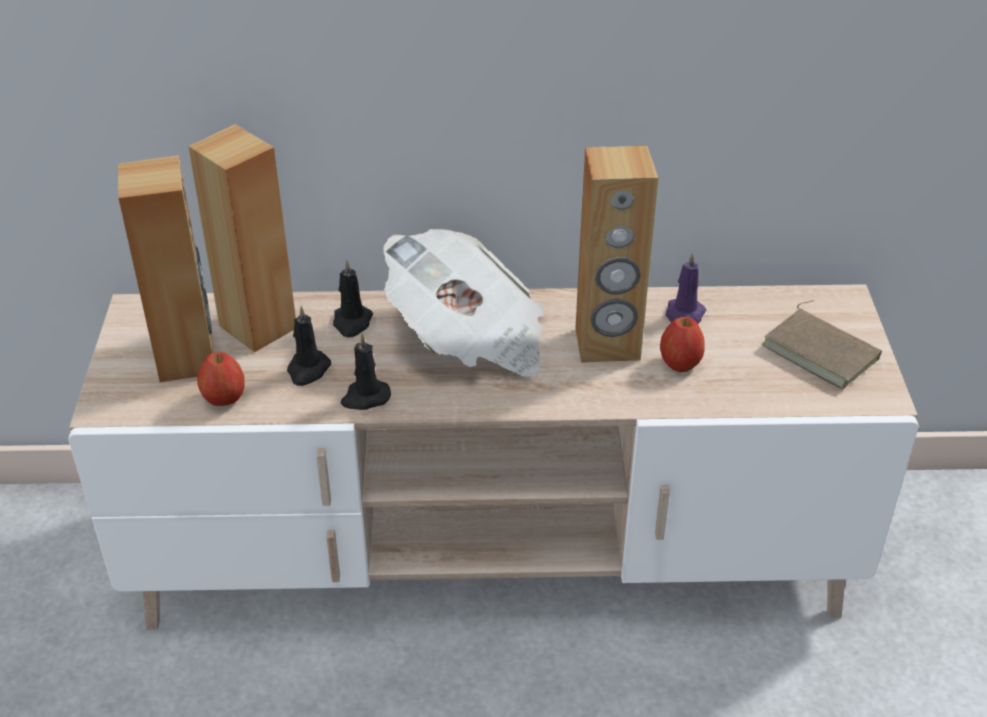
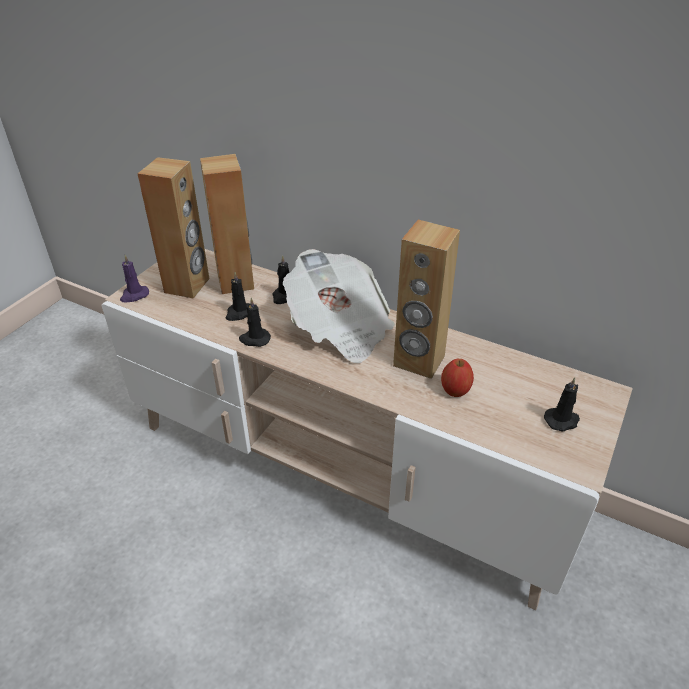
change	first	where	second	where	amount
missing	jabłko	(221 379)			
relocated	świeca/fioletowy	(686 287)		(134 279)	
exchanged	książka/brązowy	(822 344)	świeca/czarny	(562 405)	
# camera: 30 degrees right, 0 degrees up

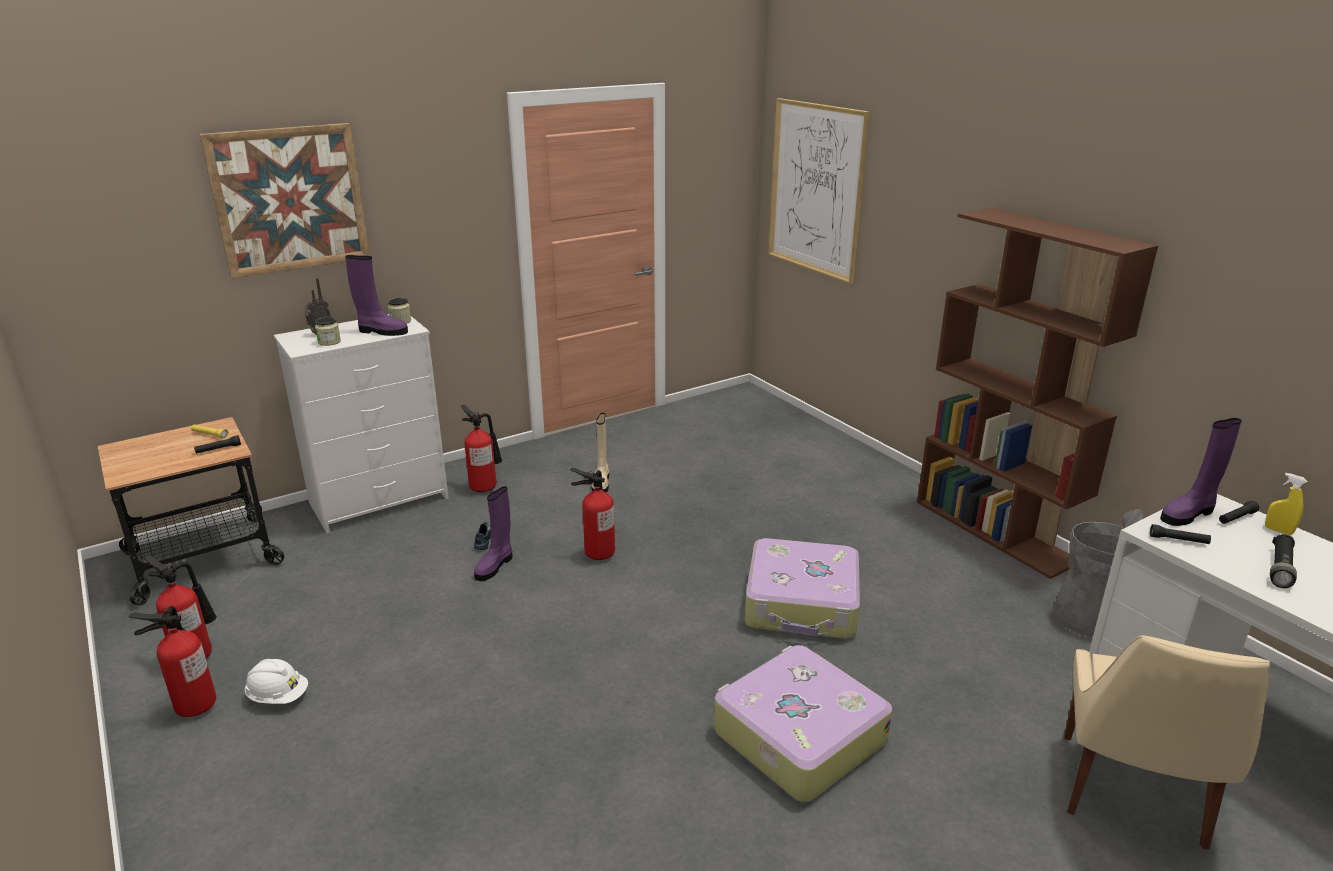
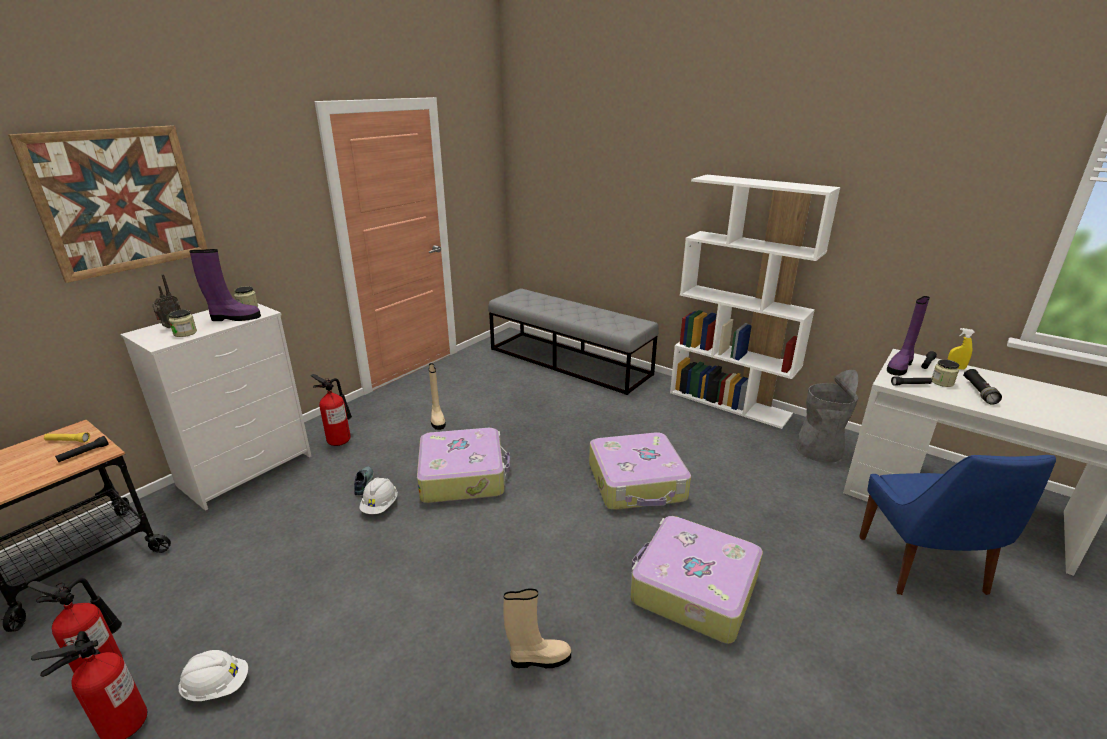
change	first	where	second	where	amount
exchanged	but z cholewką/fioletowy	(493 533)	kask/biały	(378 495)	
exchanged	gaśnica	(592 514)	walizka	(463 465)	
missing	obraz	(819 190)			
colour	regał/brązowy	(1037 393)	regał/biały	(755 302)	
colour	krzesło/beżowy	(1167 742)	krzesło/niebieski	(957 525)	
appeared			ławka/szary	(573 341)	
appeared			but z cholewką/beżowy	(537 628)	
appeared			słoik	(945 373)	
# camera: 20 degrees left, 0 degrees up

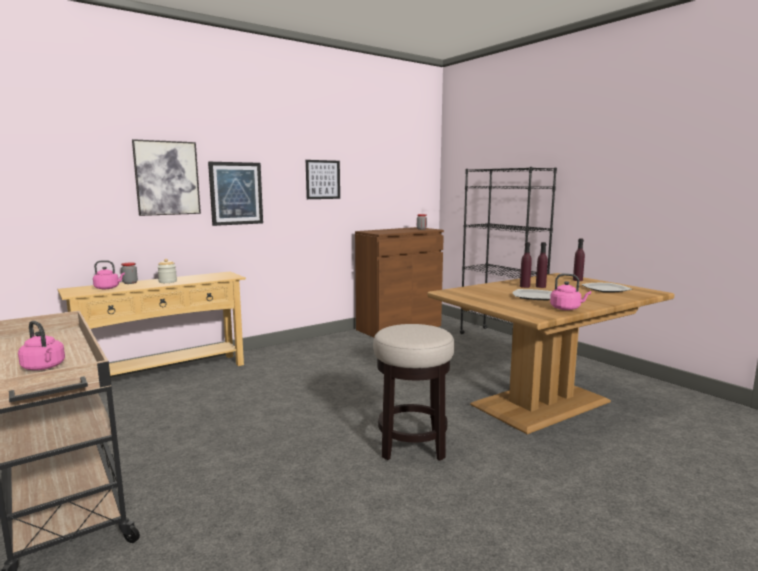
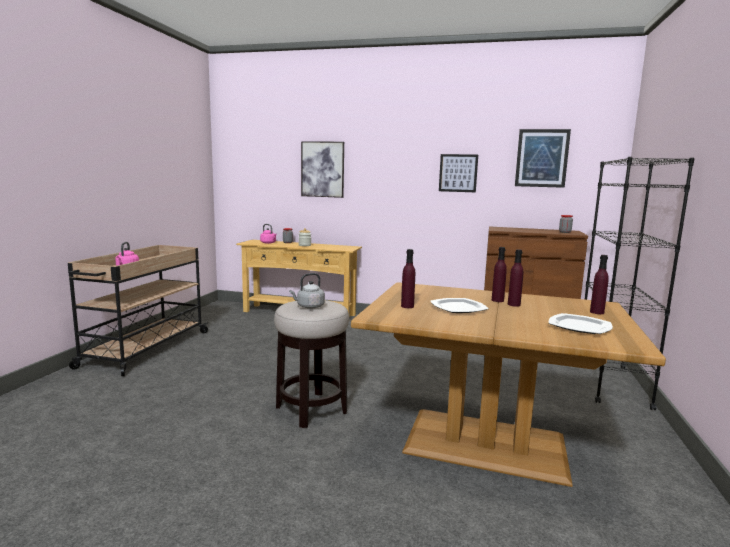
change	first	where	second	where	amount
relocated	obraz	(235 194)		(543 158)	
missing	czajnik/różowy	(570 291)			
appeared			czajnik/szary	(307 291)	
appeared			butelka/fioletowy	(408 278)	
# camera: 50 degrees right, 0 degrees up

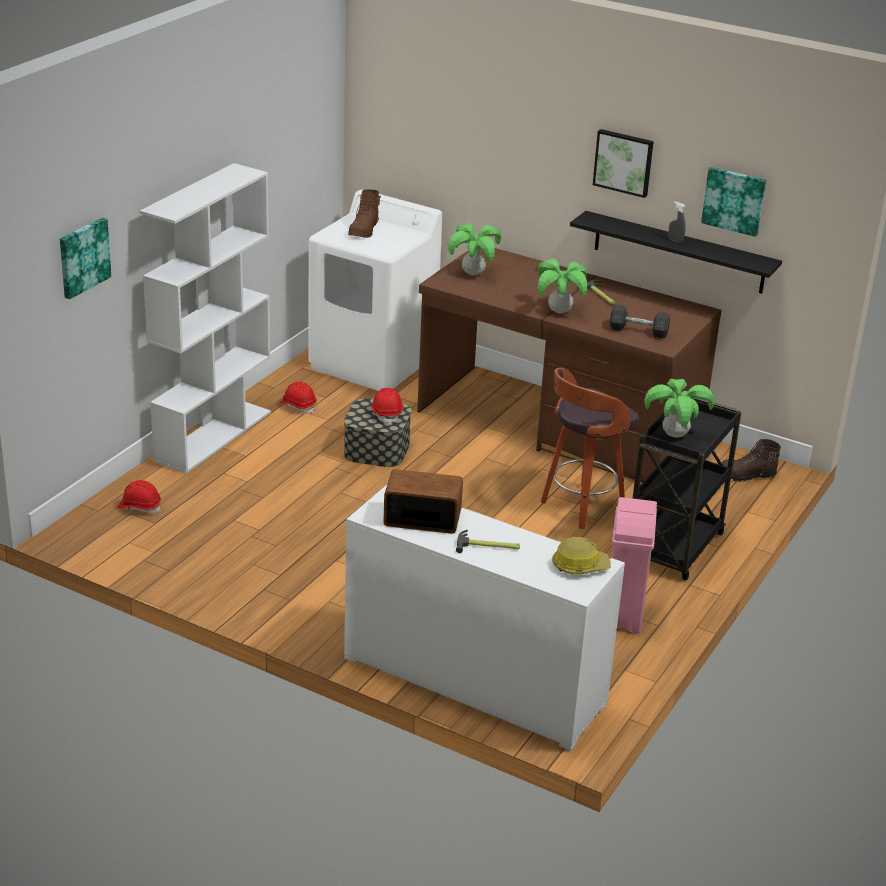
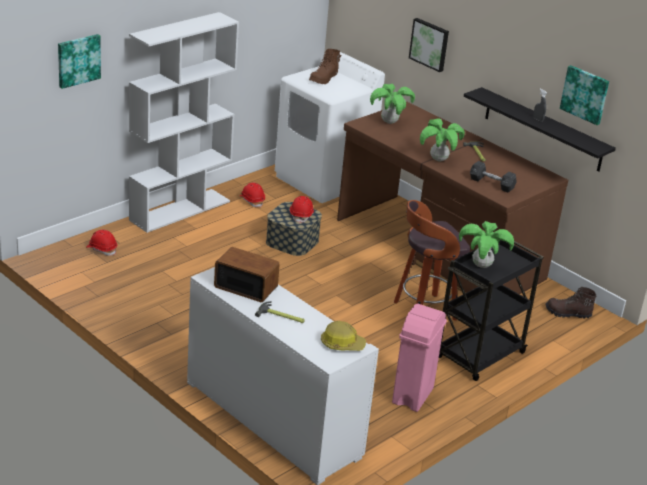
change	first	where	second	where	amount
relocated	obraz	(623 163)		(429 45)	
# camera: 15 degrees right, 0 degrees up

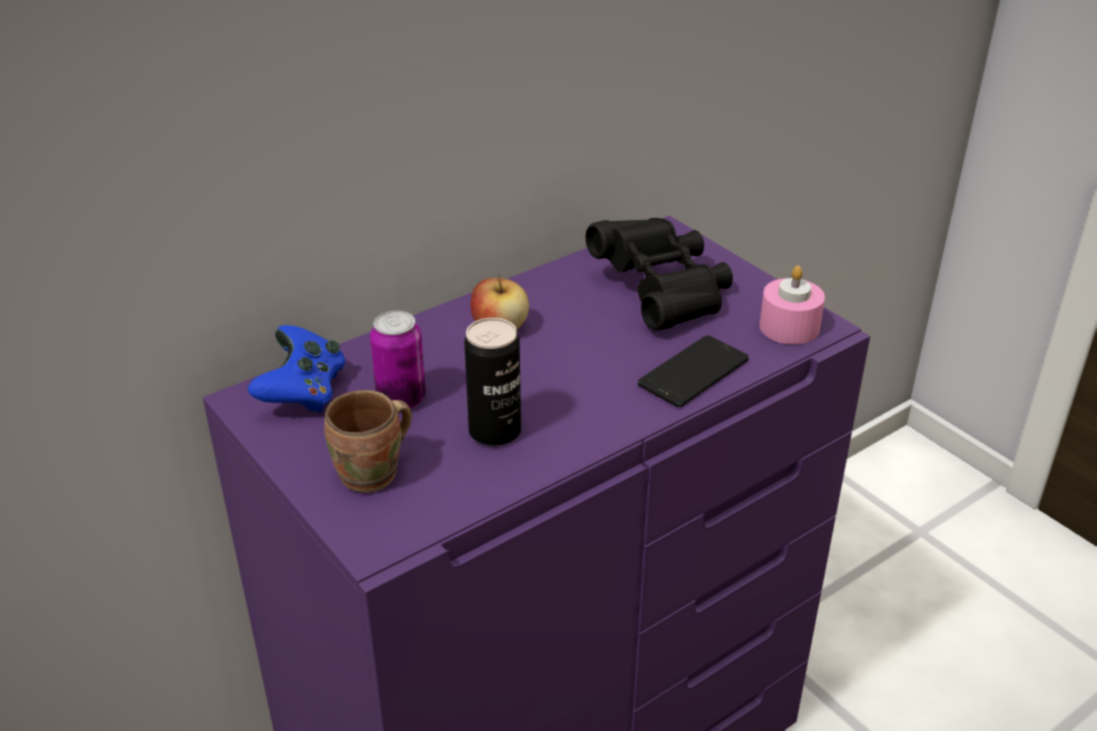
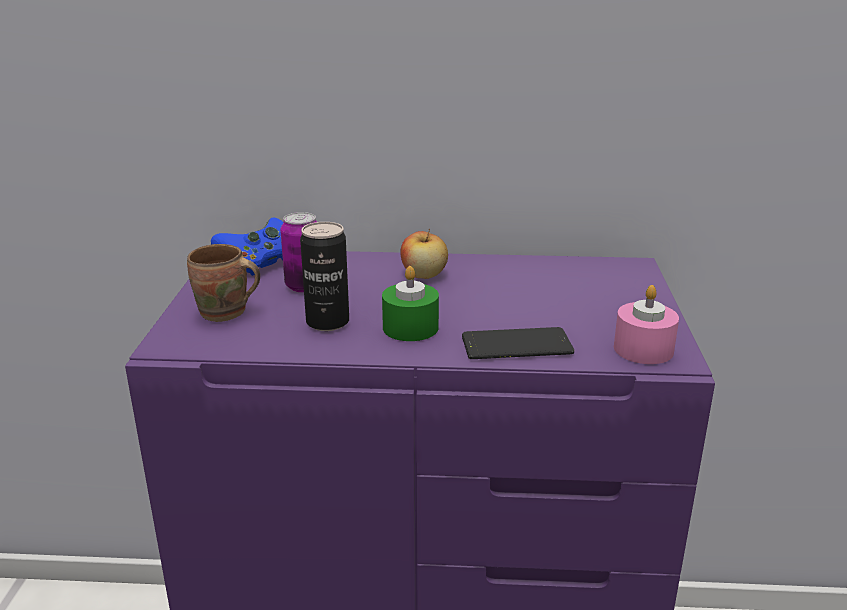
change	first	where	second	where	amount
missing	lornetka/czarny	(659 274)			
appeared			świeca/zielony	(410 303)	
# camera: 40 degrees right, 10 degrees down

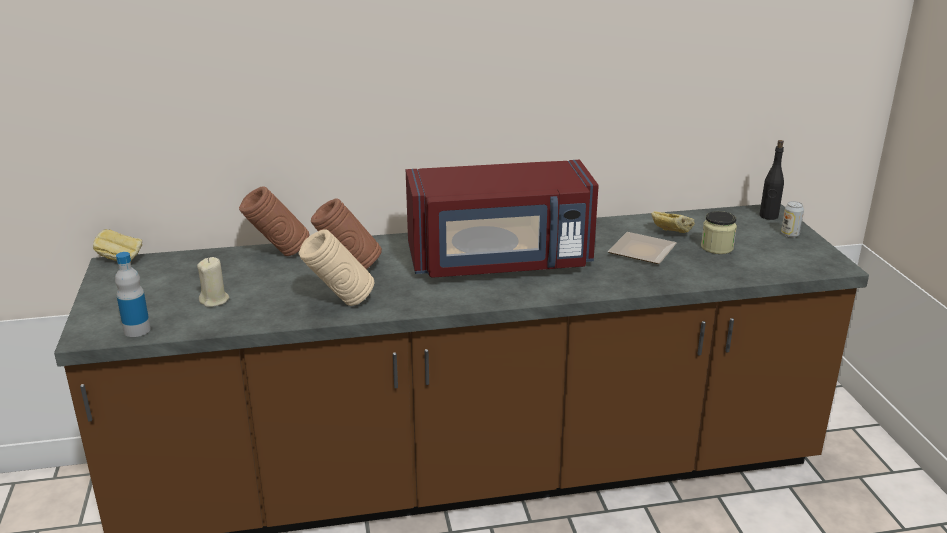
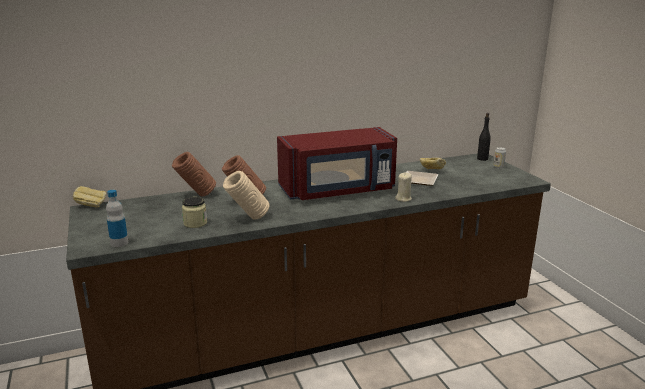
change	first	where	second	where	amount
relocated	świeca/beżowy	(213 282)		(403 187)	
relocated	słoik	(719 232)		(194 212)	
# camera: 10 degrees left, 5 degrees down

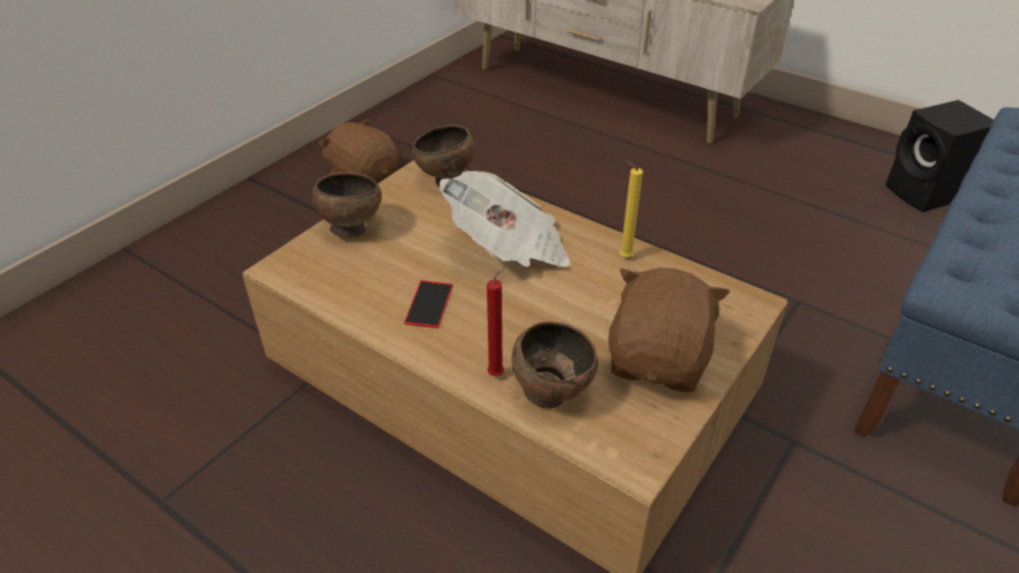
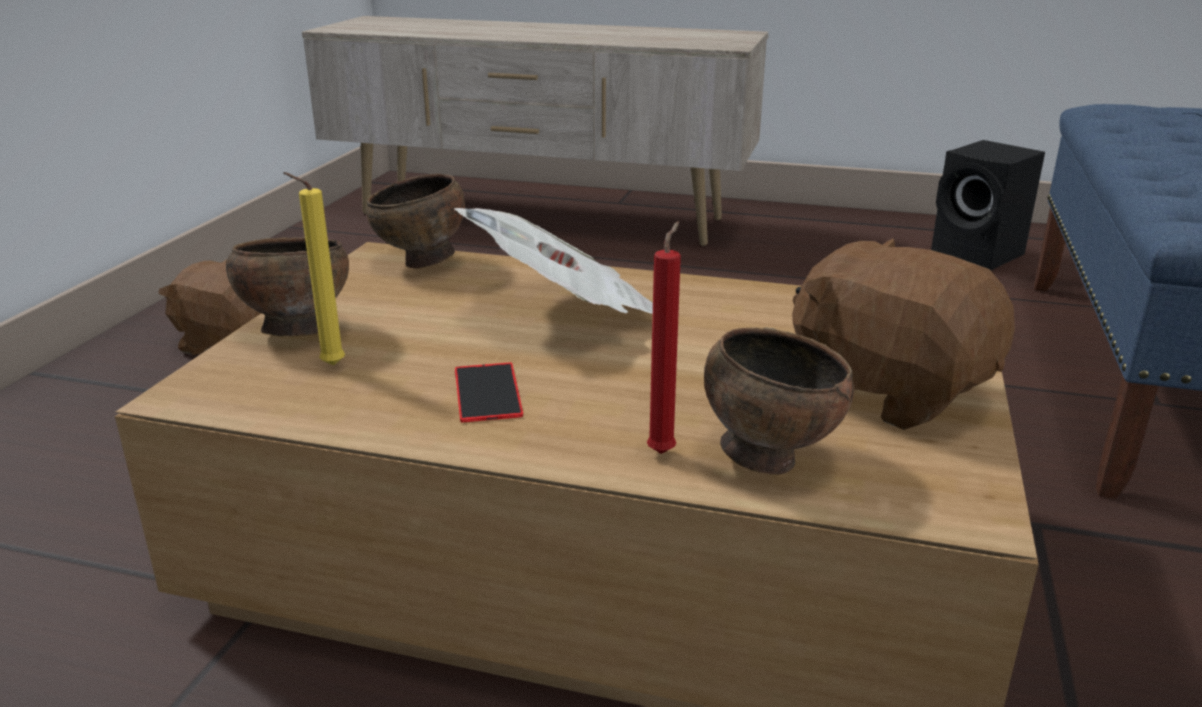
change	first	where	second	where	amount
spun	pluszak/brązowy	(669 330)		(903 334)	45 degrees counterclockwise
relocated	świeca/żółty	(631 209)		(314 269)	
# camera: 20 degrees left, 15 degrees down

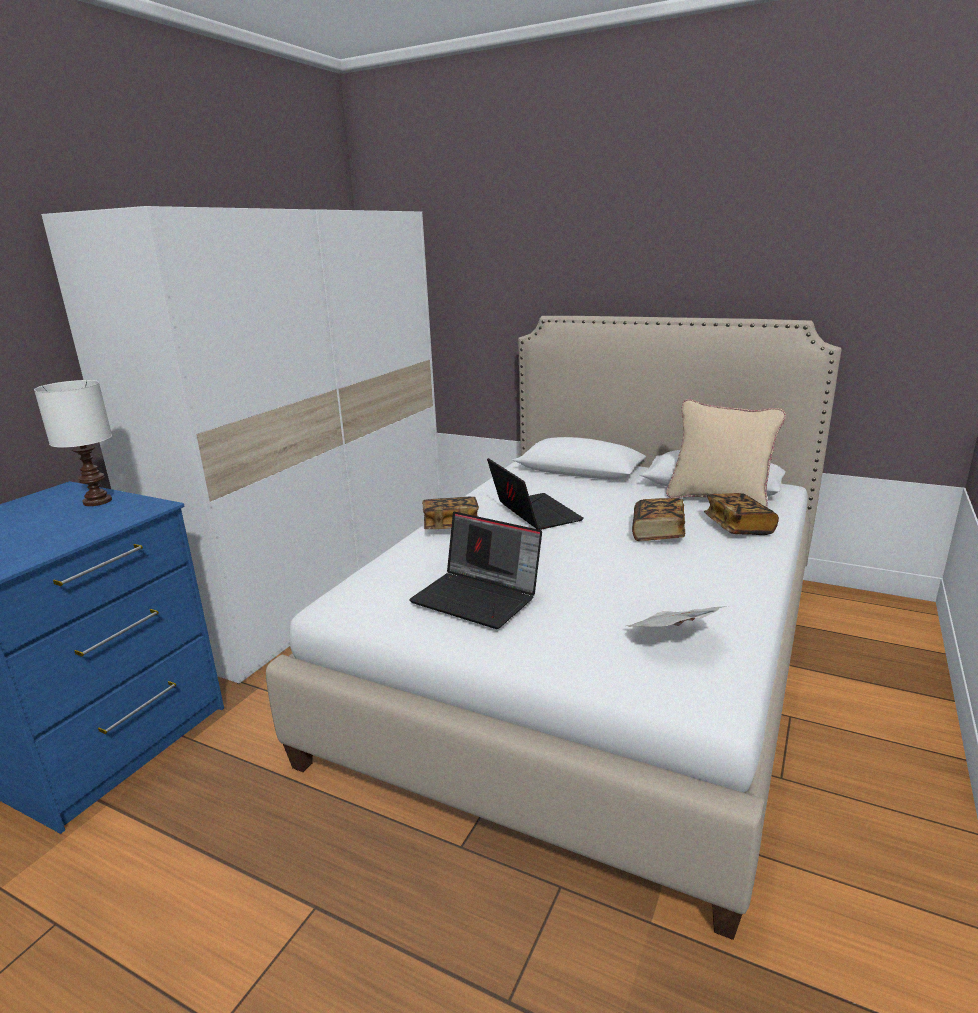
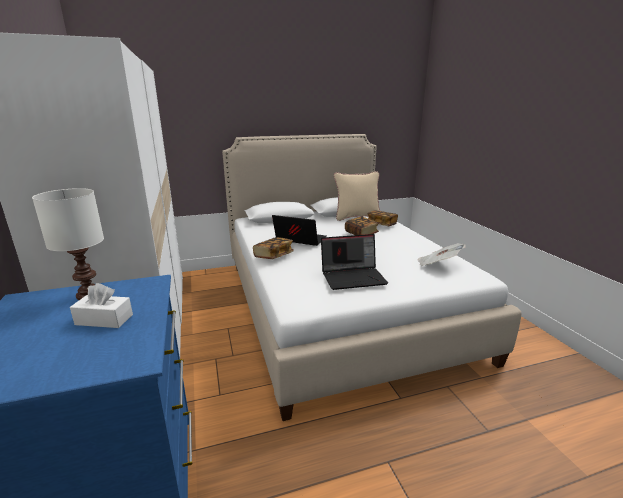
change	first	where	second	where	amount
appeared			pudełko chusteczek/biały	(101 305)	
# camera: 45 degrees left, 0 degrees up

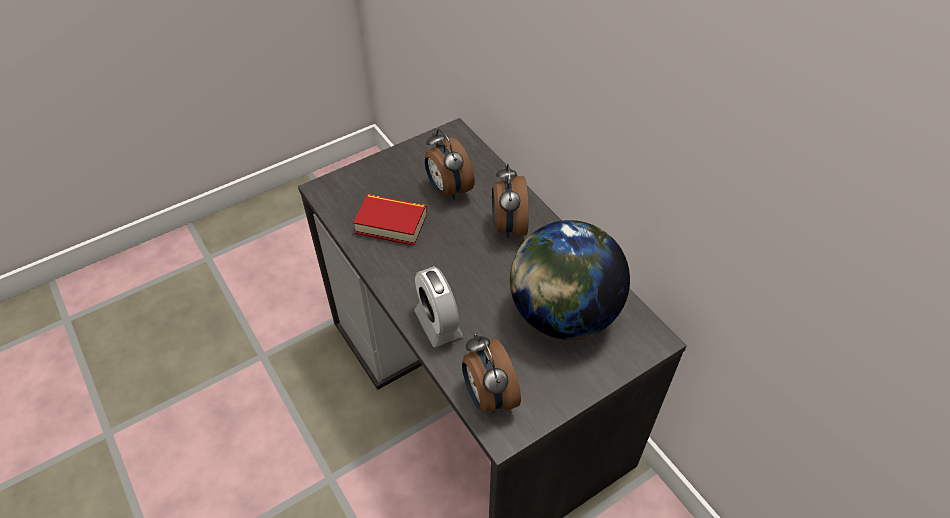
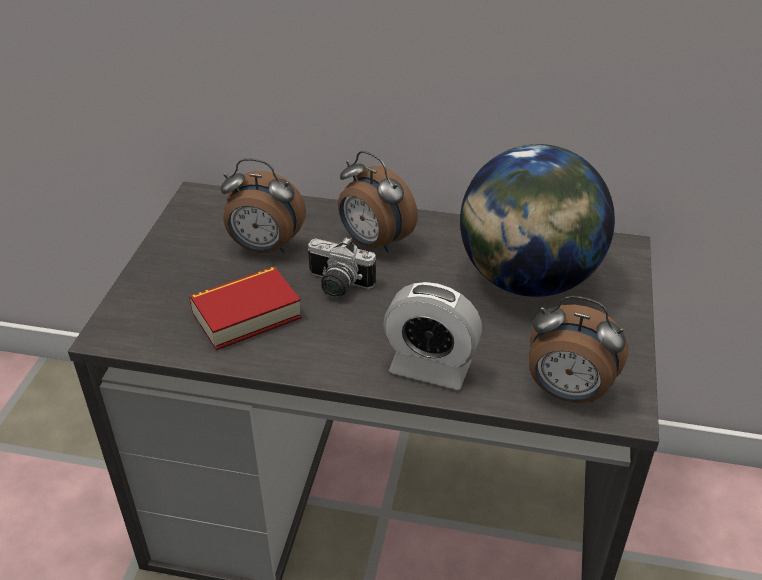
change	first	where	second	where	amount
appeared			aparat fotograficzny	(342 267)	
# camera: 45 degrees left, 10 degrees down

